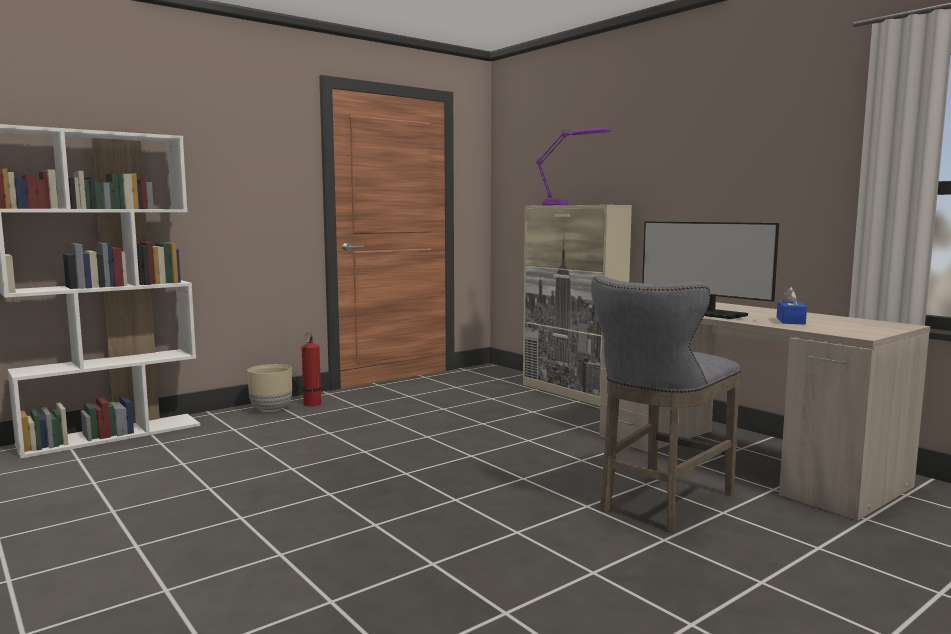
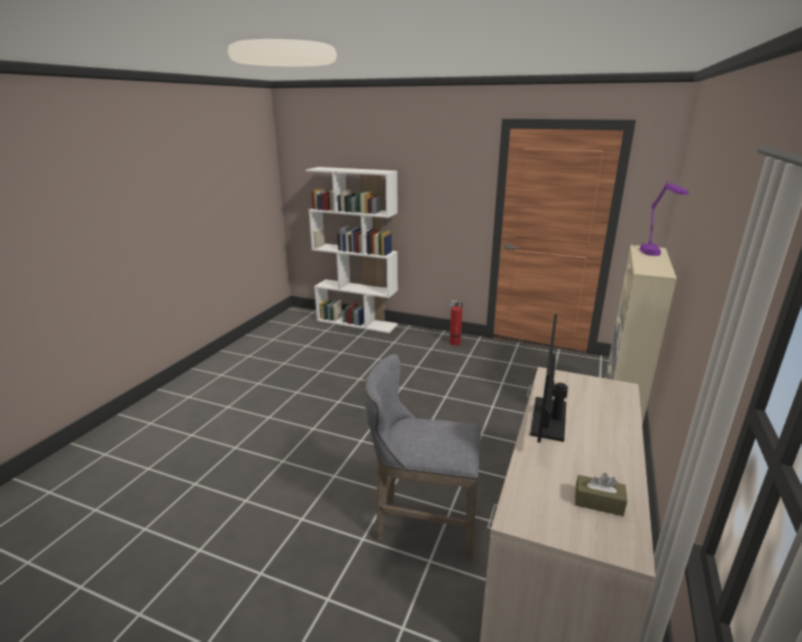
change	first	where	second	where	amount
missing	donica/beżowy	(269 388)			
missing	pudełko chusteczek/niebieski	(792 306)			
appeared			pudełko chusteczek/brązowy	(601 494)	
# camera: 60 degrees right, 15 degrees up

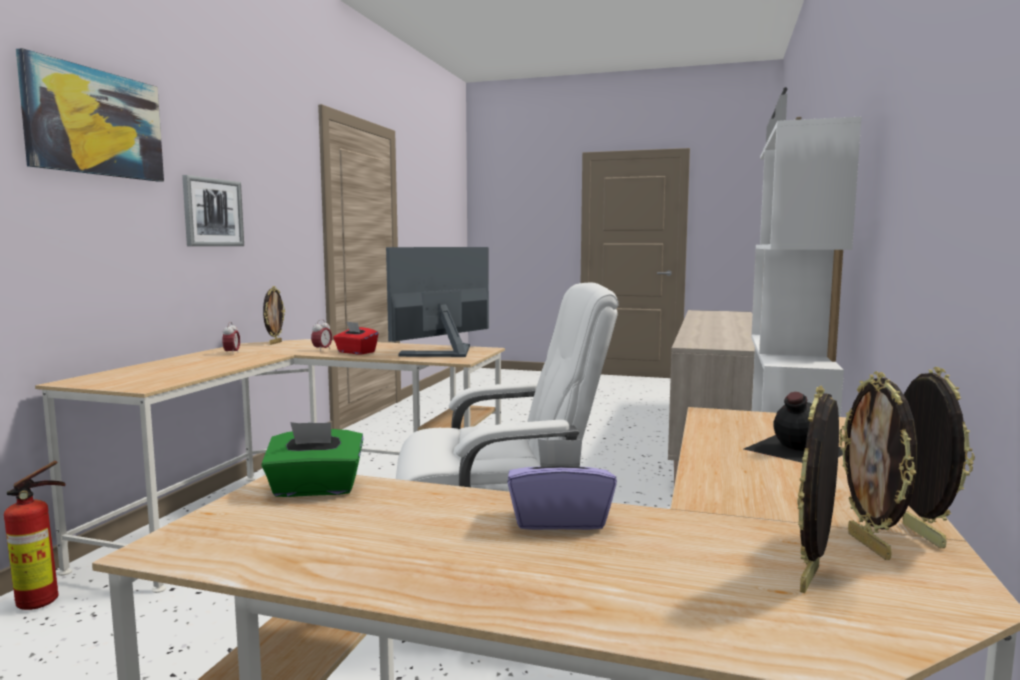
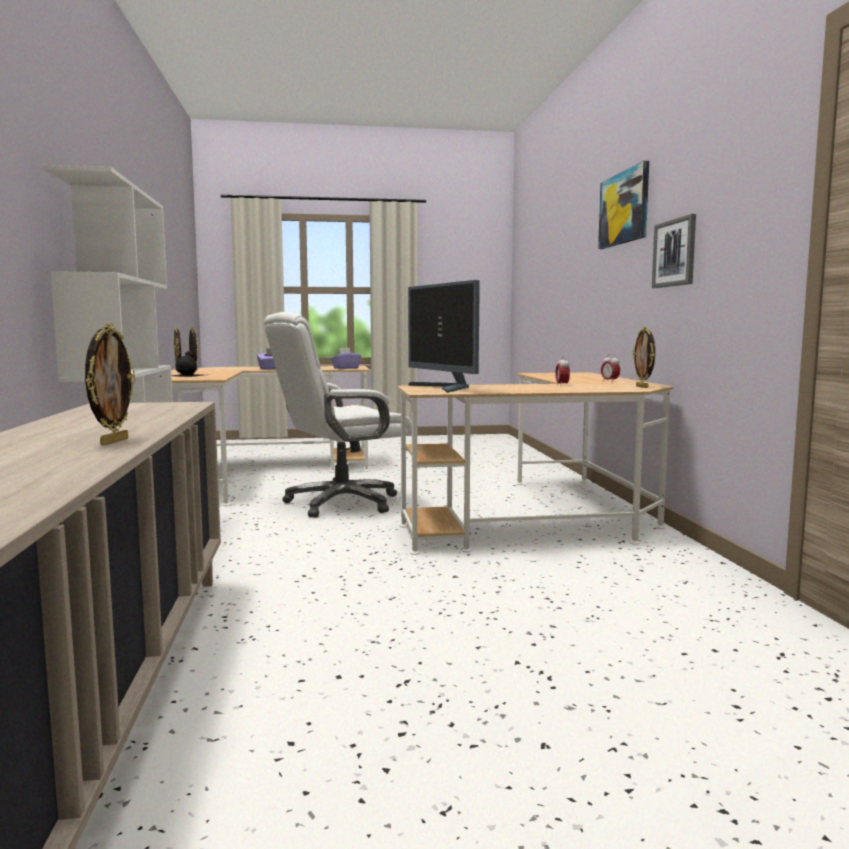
change	first	where	second	where	amount
missing	gaśnica	(35 535)			
colour	pudełko chusteczek/zielony	(312 459)	pudełko chusteczek/fioletowy	(346 358)	
missing	pudełko chusteczek/czerwony	(356 338)			
spun	monitor	(437 302)		(444 336)	135 degrees clockwise
relocated	ramka na zdjęcie	(818 489)		(110 384)	
# camera: 155 degrees right, 0 degrees up

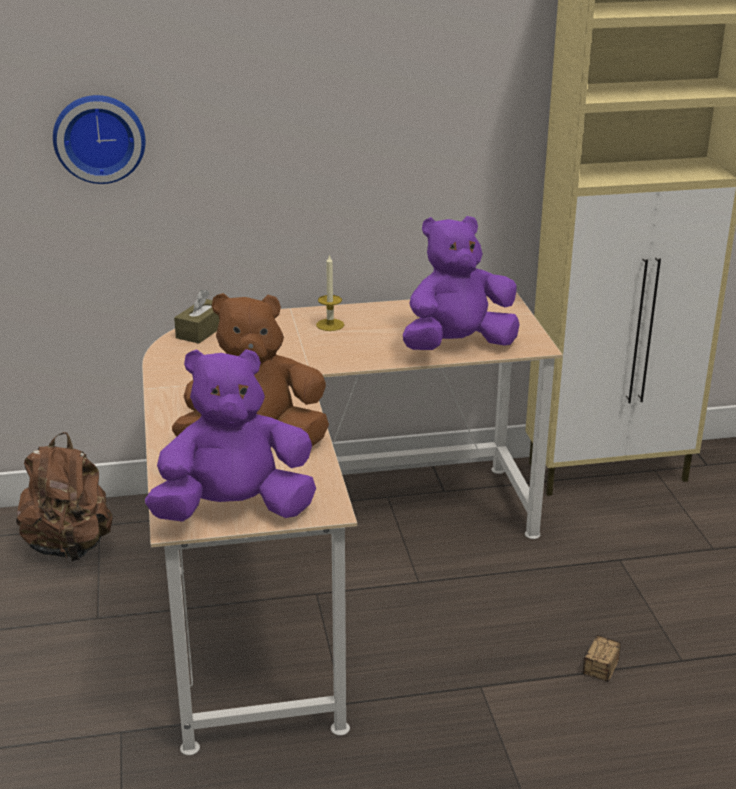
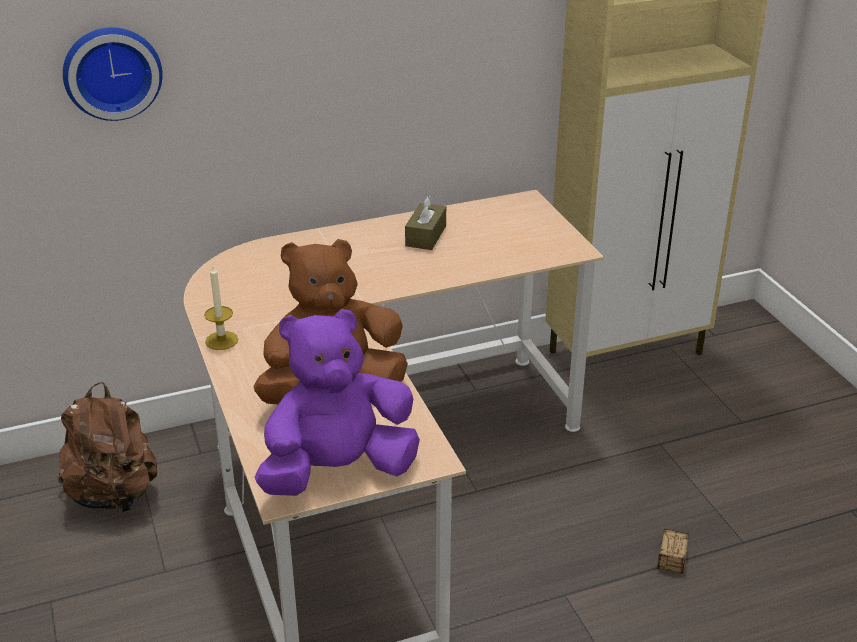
change	first	where	second	where	amount
relocated	pudełko chusteczek/brązowy	(196 317)		(425 222)	
relocated	świeca	(330 292)		(221 307)	
missing	pluszak/fioletowy	(461 283)			
# camera: 10 degrees left, 5 degrees up

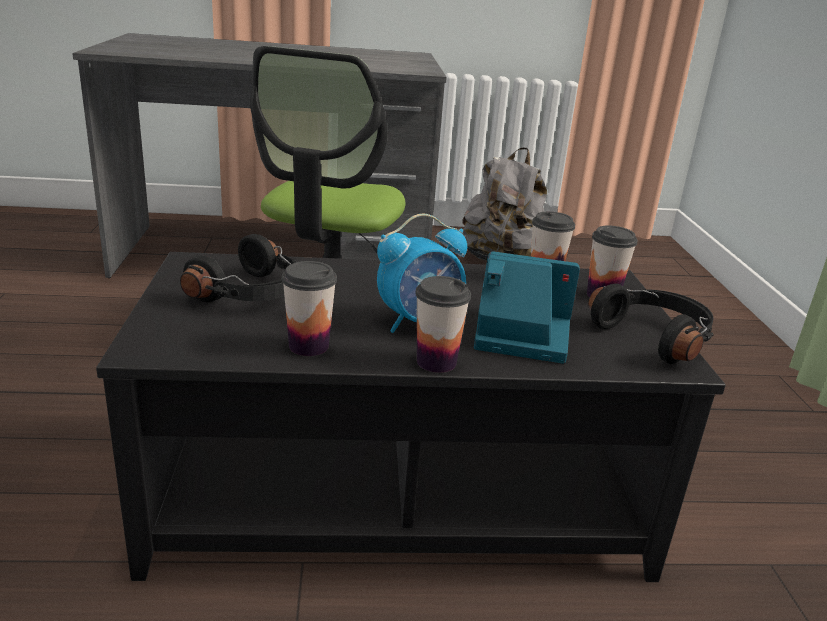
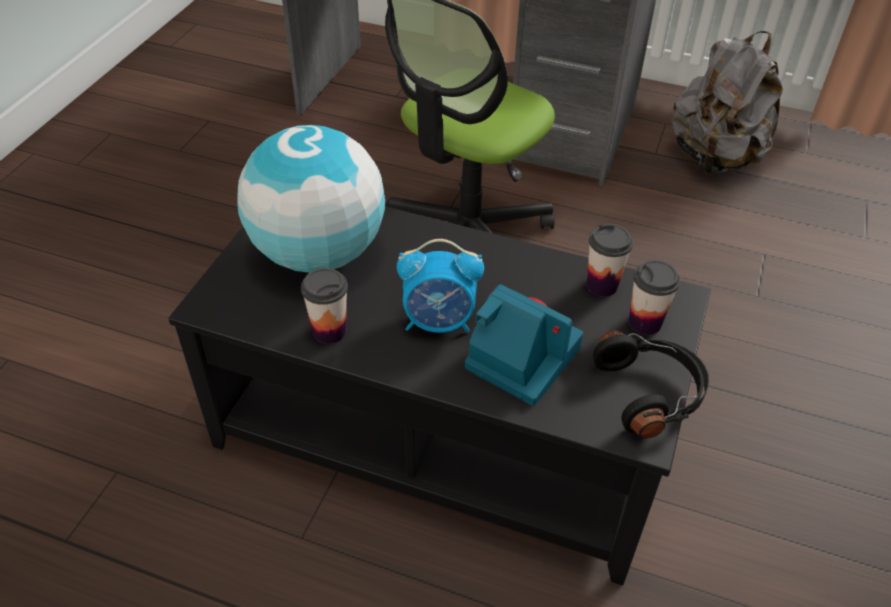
change	first	where	second	where	amount
exchanged	słuchawki/czarny	(238 268)	globus	(311 199)	
missing	filiżanka	(443 324)			
# camera: 25 degrees right, 20 degrees up

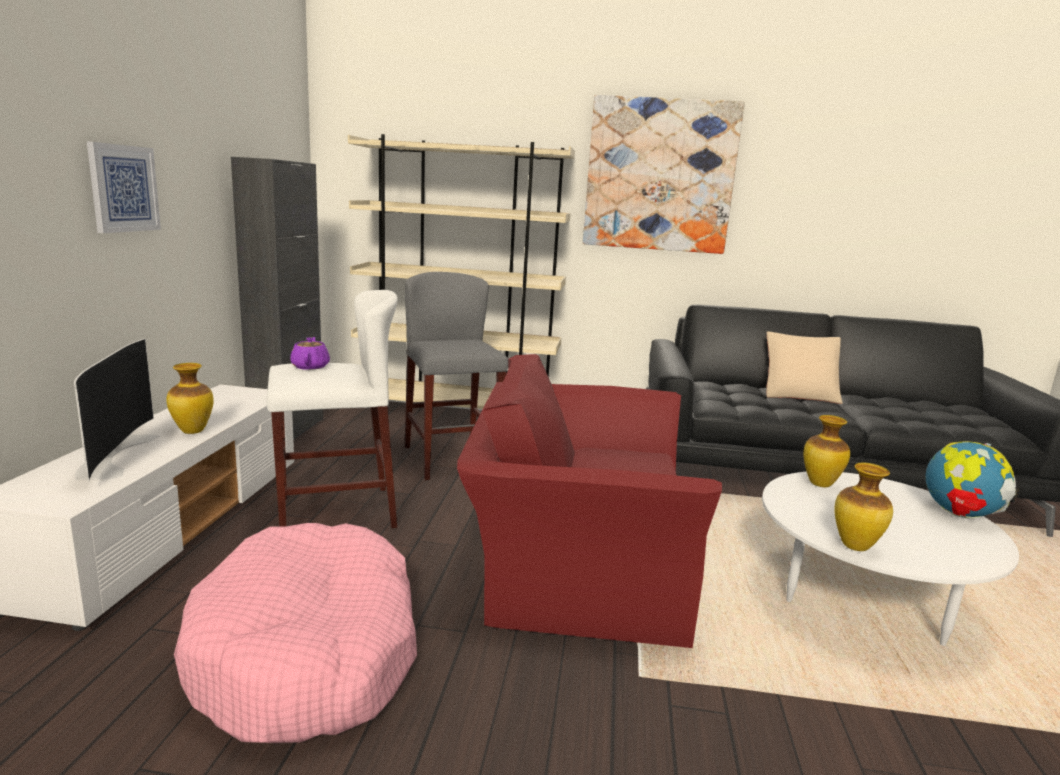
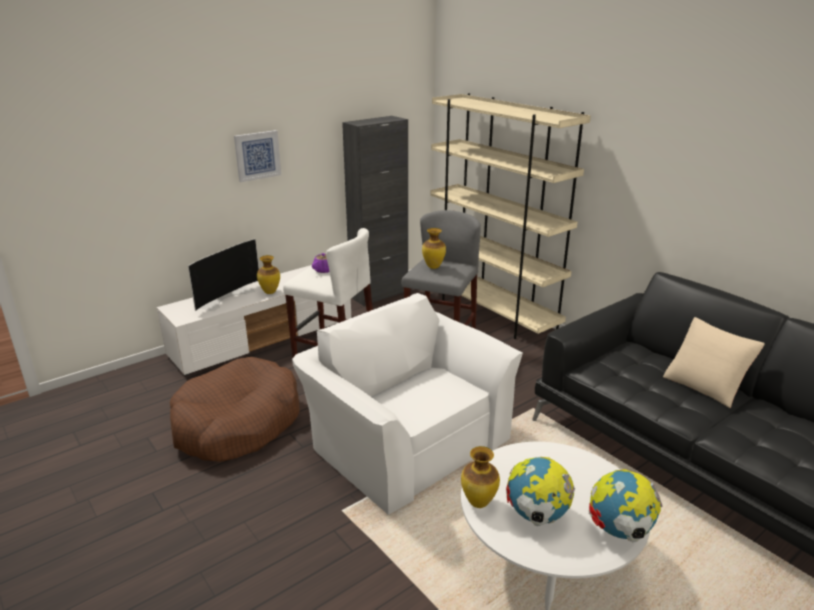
change	first	where	second	where	amount
colour	legowisko/różowy	(295 633)	legowisko/brązowy	(235 409)	
colour	fotel/czerwony	(589 501)	fotel/biały	(407 404)	
missing	obraz	(664 174)			
relocated	wazon	(826 451)		(434 248)	
appeared			globus	(540 491)	
# camera: 45 degrees right, 10 degrees up

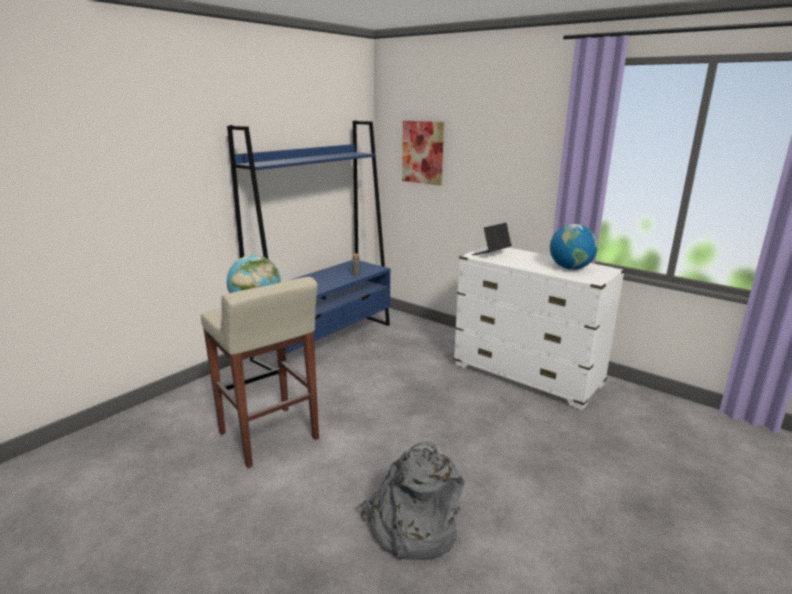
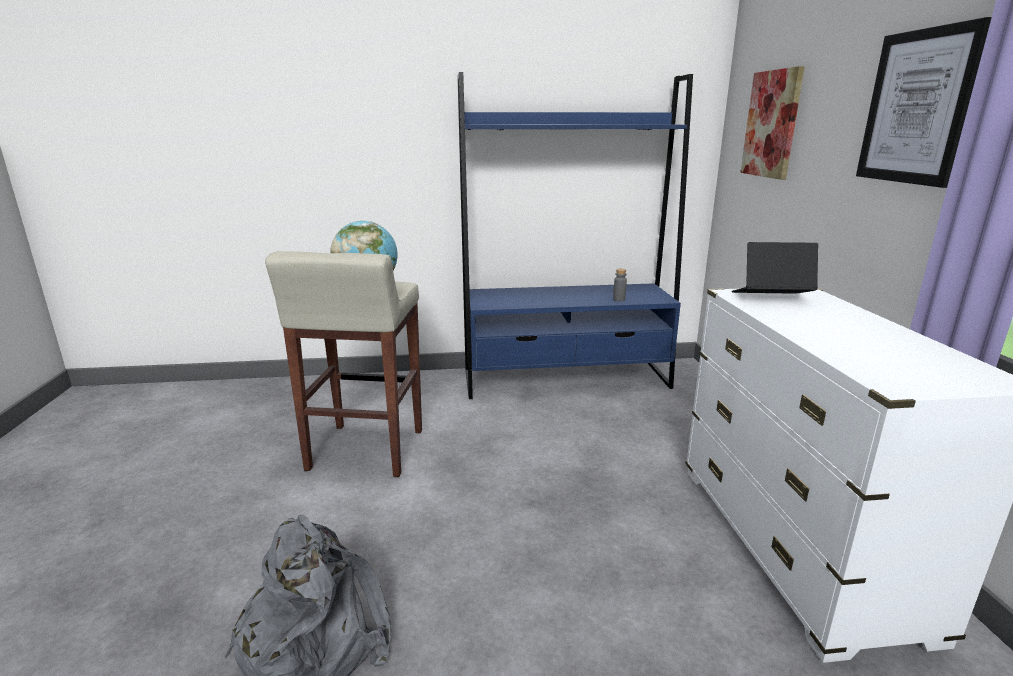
change	first	where	second	where	amount
missing	globus	(574 247)			
appeared			obraz	(924 102)	
# camera: 45 degrees right, 0 degrees up

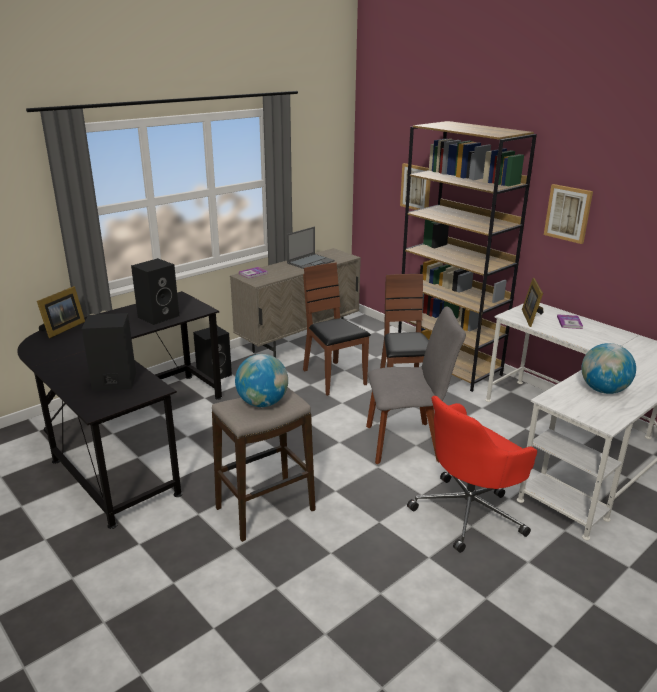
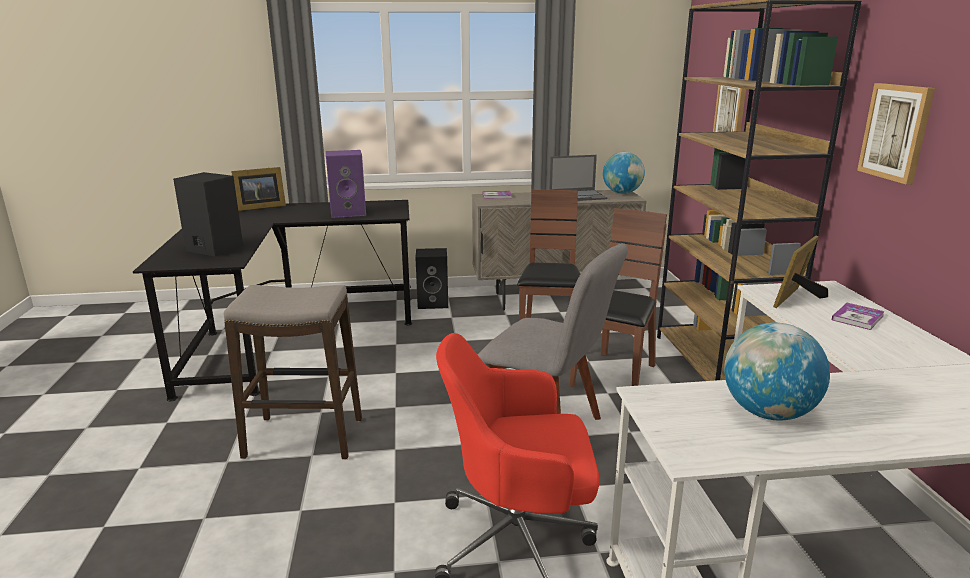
change	first	where	second	where	amount
colour	głośnik/czarny	(155 291)	głośnik/fioletowy	(346 184)	
relocated	globus	(261 380)		(624 173)	
# camera: 35 degrees right, 5 degrees down

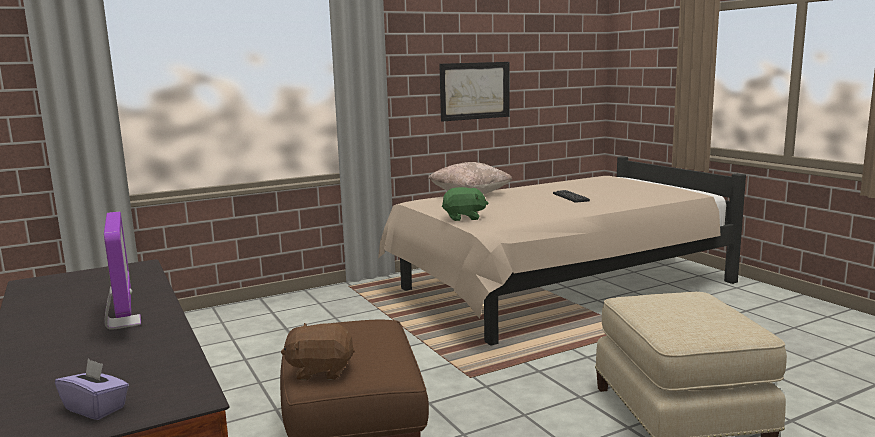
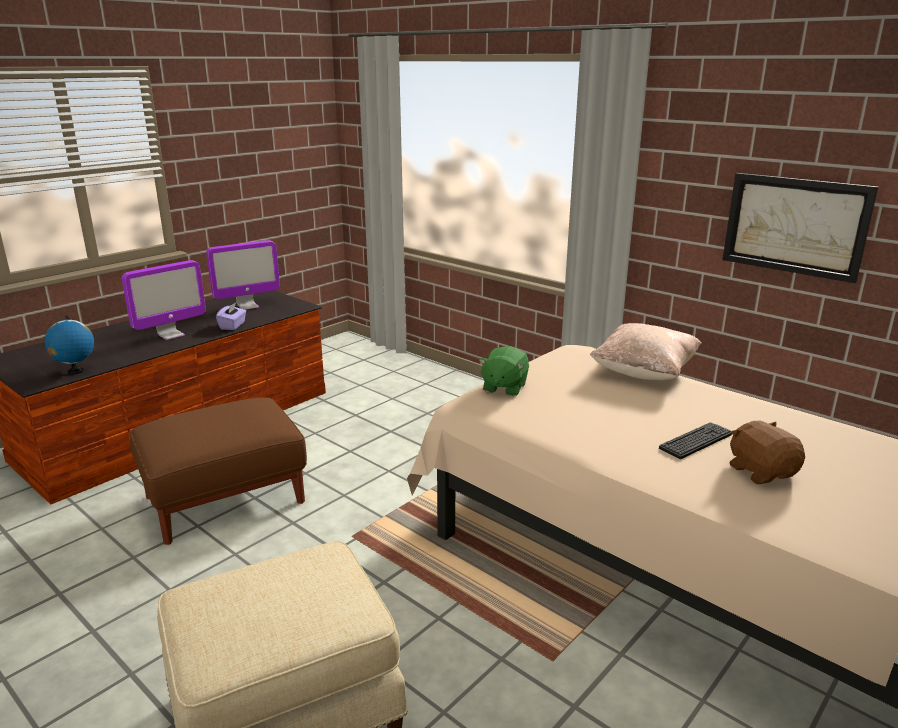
change	first	where	second	where	amount
relocated	pudełko chusteczek/fioletowy	(92 389)		(231 316)	
relocated	pluszak/brązowy	(318 351)		(767 452)	
spun	pluszak/zielony	(465 204)		(504 371)	45 degrees clockwise
appeared			globus	(69 345)	
appeared			monitor	(243 275)	
# camera: 70 degrees right, 10 degrees up

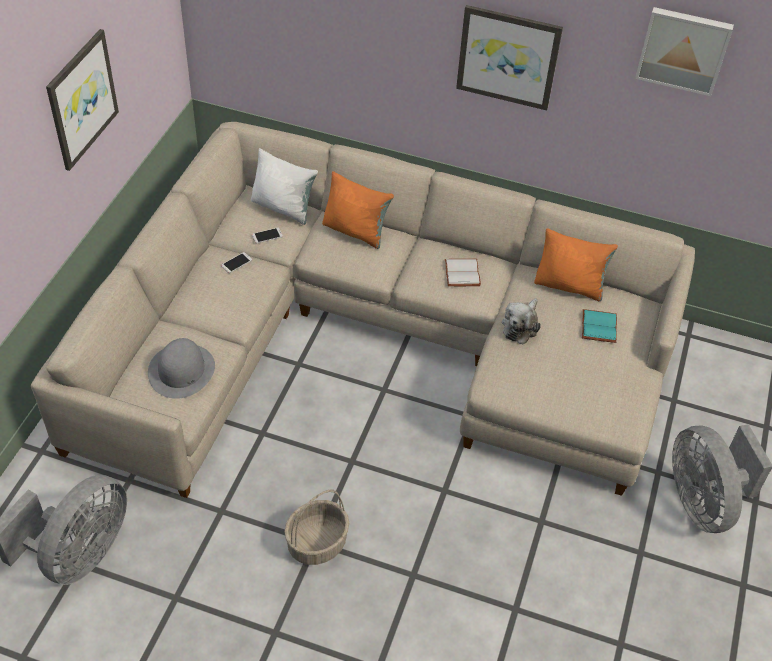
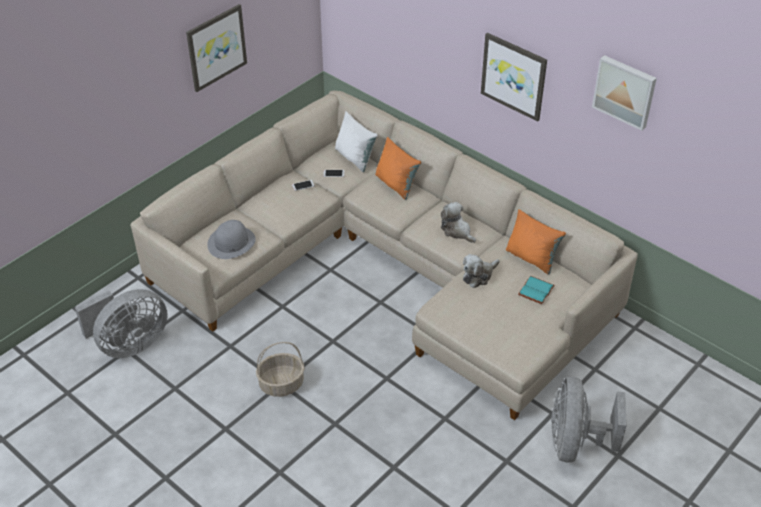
change	first	where	second	where	amount
exchanged	książka/biały	(463 272)	pluszak	(458 222)	
# camera: 25 degrees right, 5 degrees down

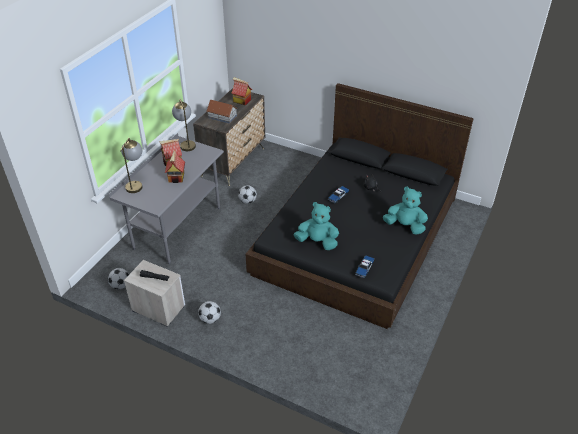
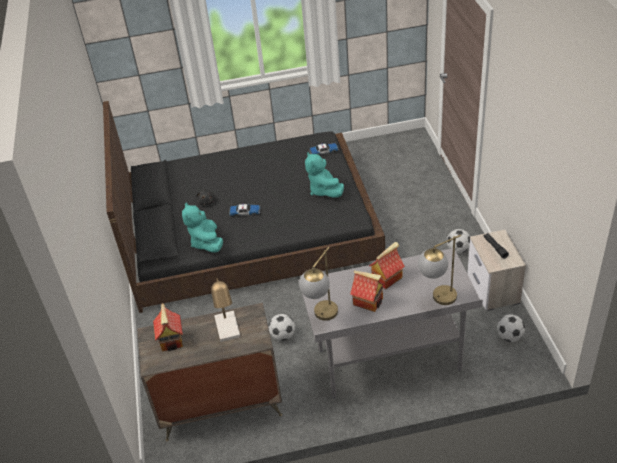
change	first	where	second	where	amount
exchanged	domek	(222 112)	lampa stołowa	(225 310)	
relocated	pluszak/turkusowy	(405 211)		(202 227)	
# camera: 125 degrees left, 0 degrees up

